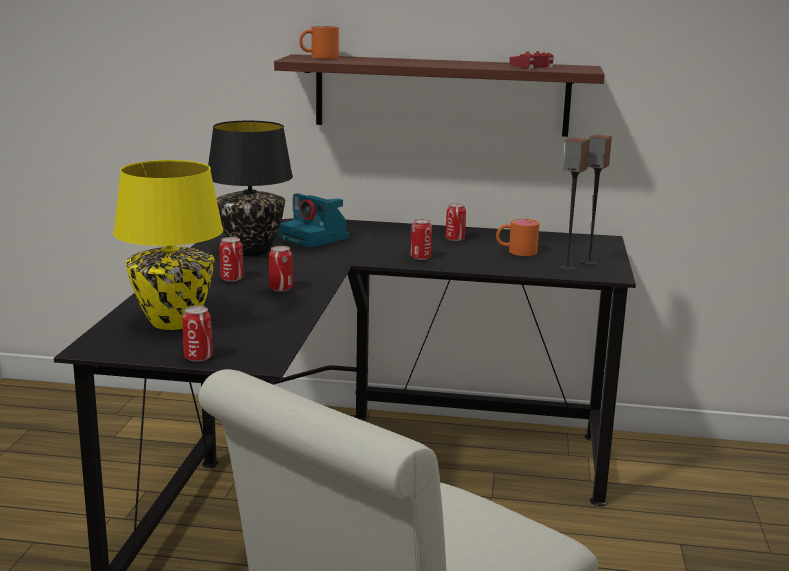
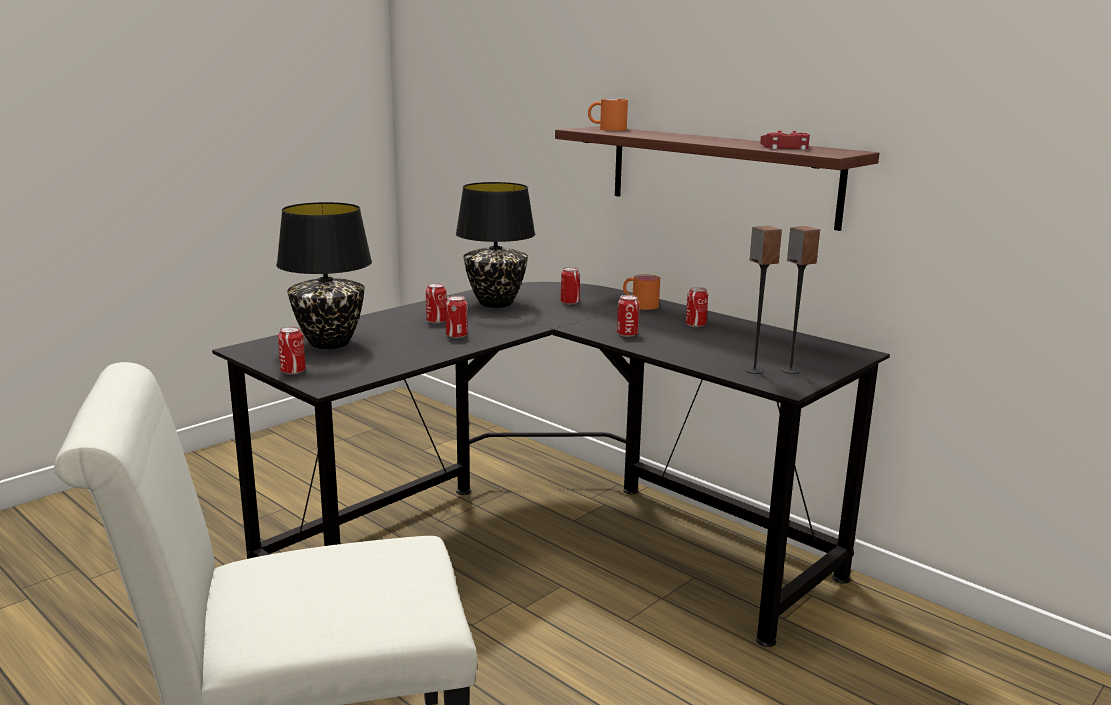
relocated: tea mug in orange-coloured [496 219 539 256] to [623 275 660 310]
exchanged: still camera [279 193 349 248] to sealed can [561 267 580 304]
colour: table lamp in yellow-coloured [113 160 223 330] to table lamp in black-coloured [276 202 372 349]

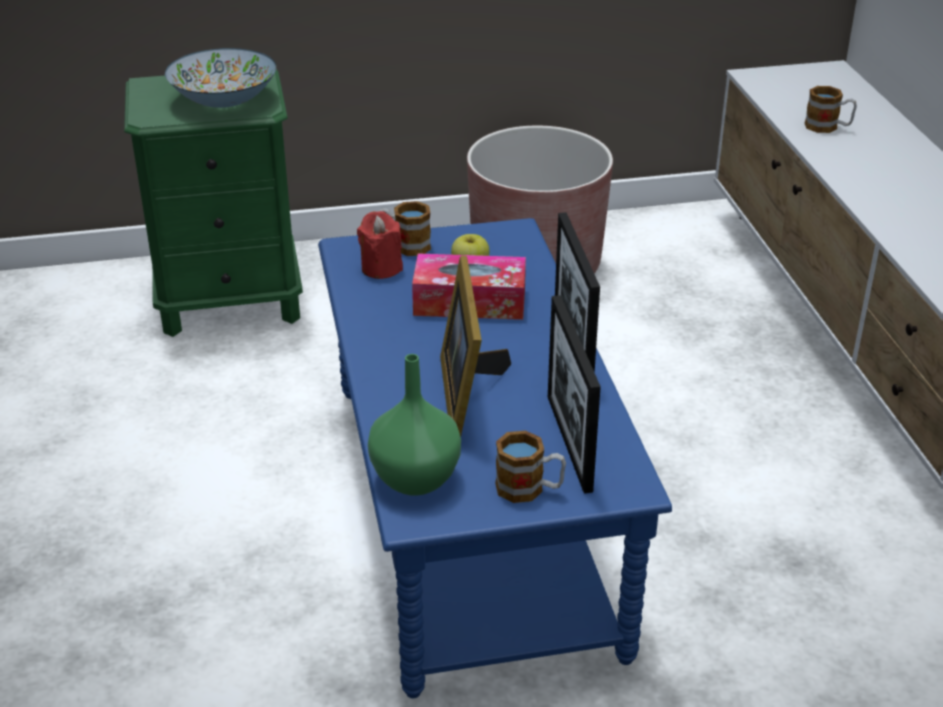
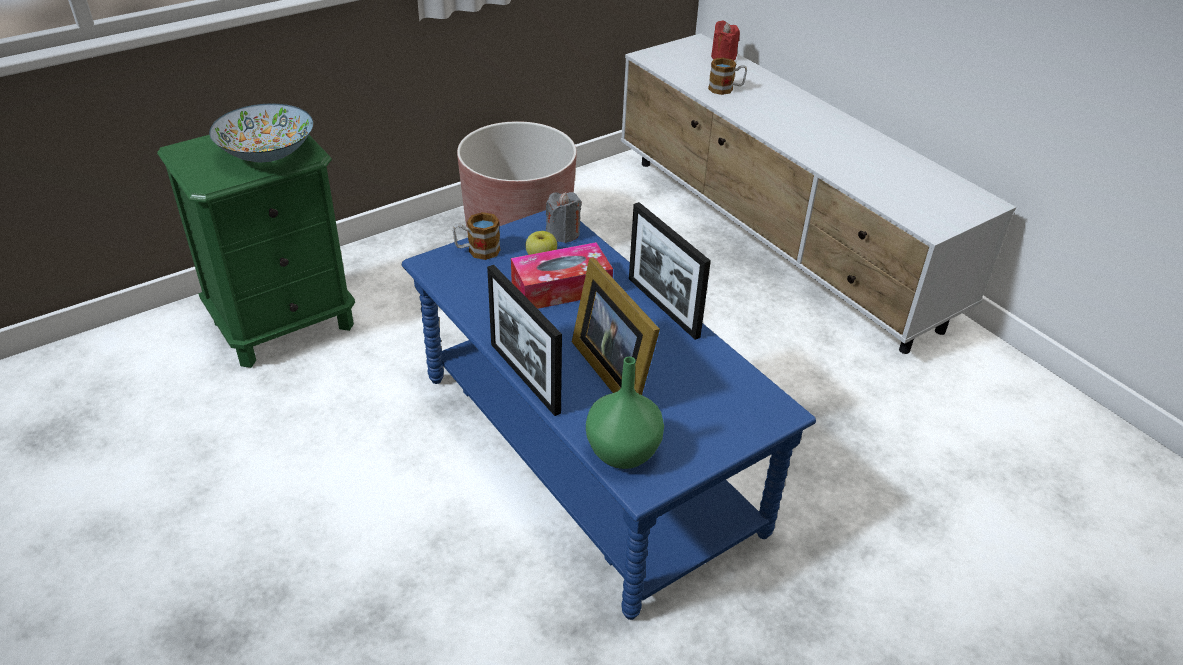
missing: tea mug [495 431 566 503]
appeared: candle in greyish [546 192 582 243]
relocated: candle in red-coloured [357 211 403 279] to [711 21 740 61]; photo frame [548 295 601 494] to [487 265 562 416]

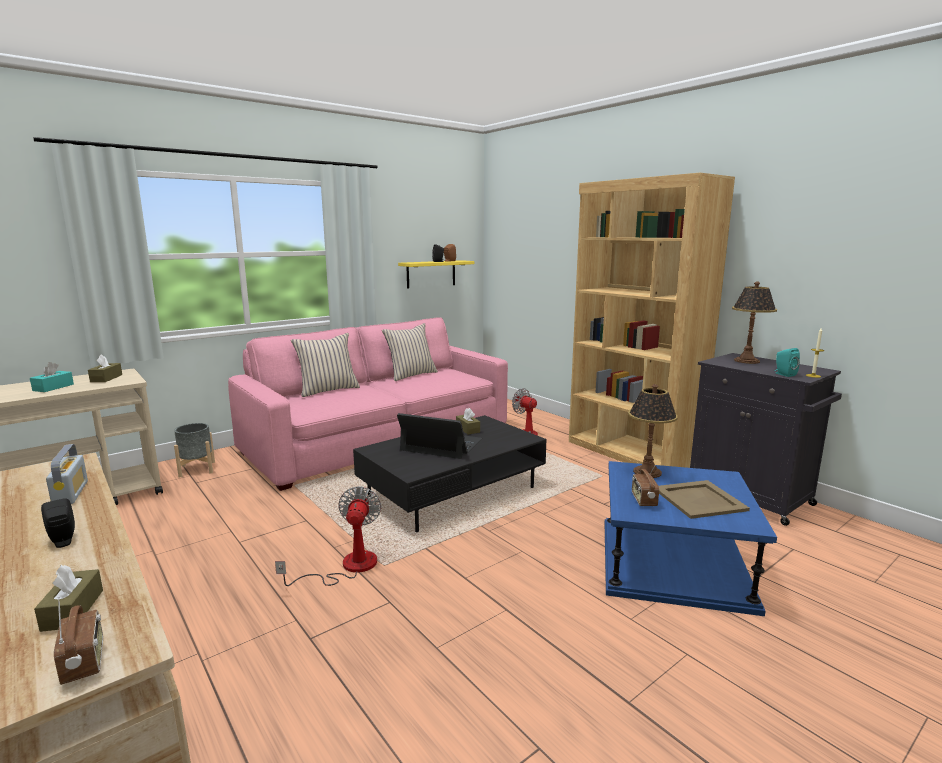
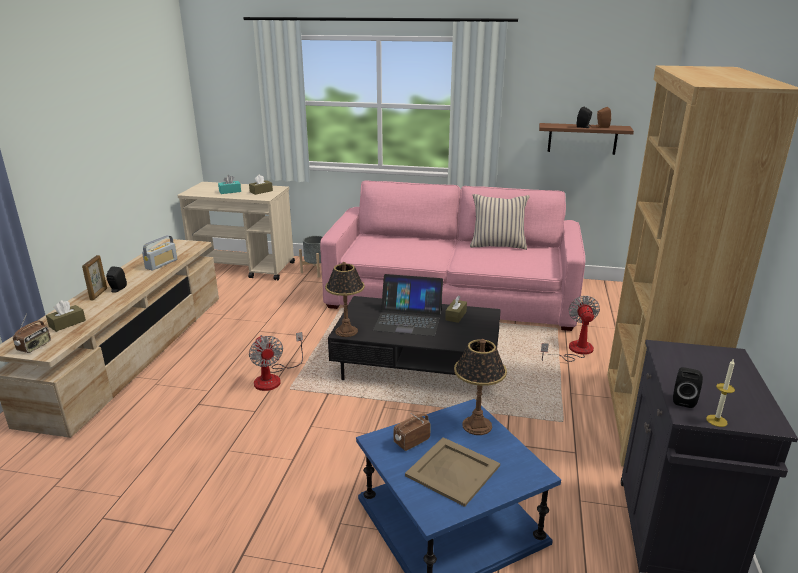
missing: pillow in sand-coloured [291 333 360 397]
appeared: photo frame [82 255 107 300]
relocated: table lamp [732 282 777 364] to [325 262 365 337]
colour: bracket shelf in yellow-coloured [398 260 474 289] to bracket shelf in brown [539 123 634 155]; audio speaker in blue-green [775 348 800 377] to audio speaker in black-coloured [673 367 703 408]
spun: portable computer [397 413 482 459] = [373 274 443 336] 120 degrees clockwise; fan [275 486 381 586] = [249 332 303 391] 105 degrees clockwise

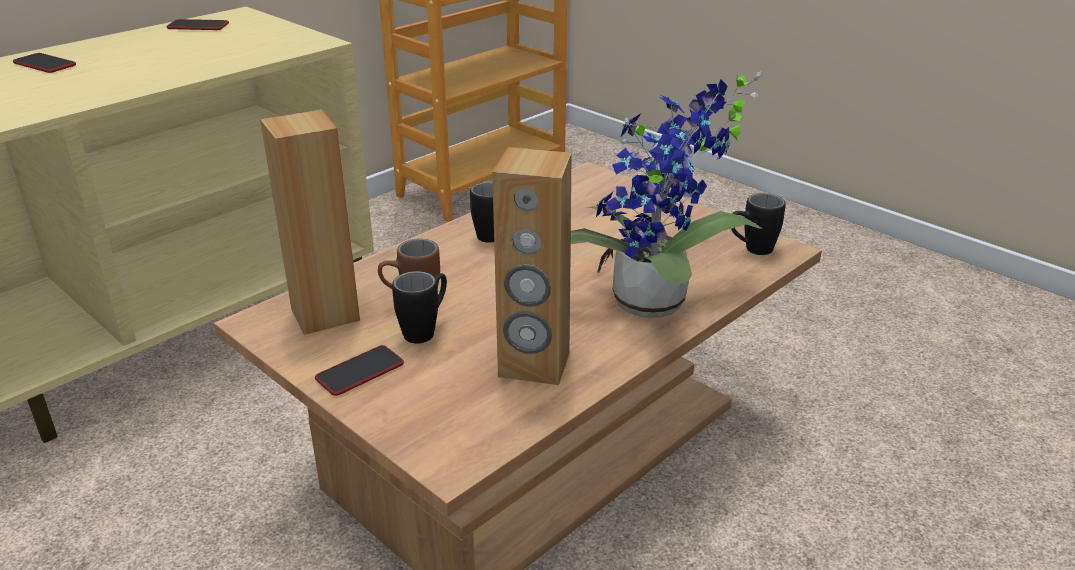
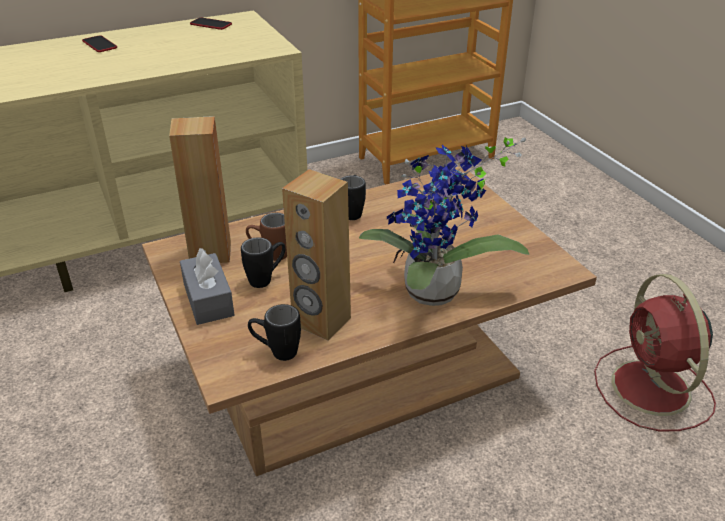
appeared: fan in red-coloured [594 274 716 432]
relocated: tea mug in black-coloured [731 193 786 255] to [248 304 301 361]
exchanged: phone [315 345 404 396] to tissue holder in greyish [180 248 234 325]

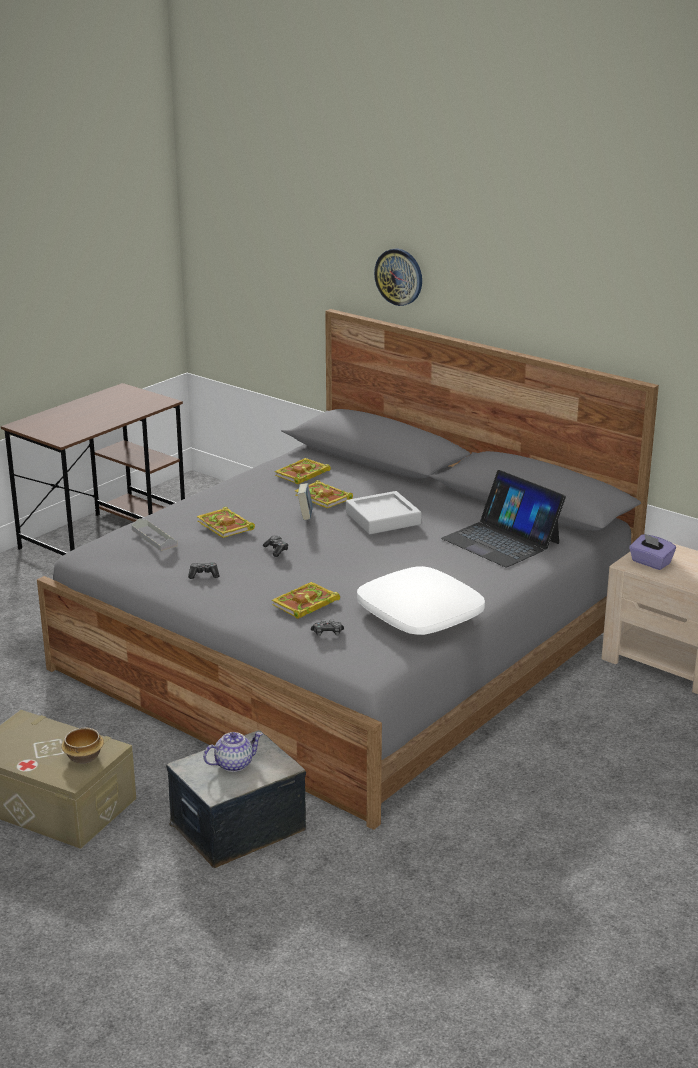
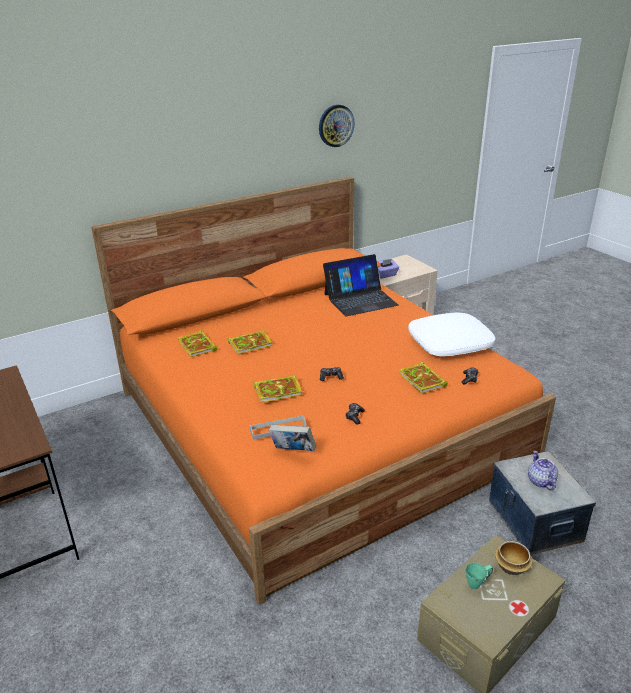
missing: carrying tray in greyish [346 491 421 534]
appeared: tea mug in green [466 563 493 589]
relocated: wall clock [374 248 422 306] to [319 105 355 147]; volume [298 483 313 520] to [269 425 316 451]
colour: bedroom bed in greyish [37 309 659 830] to bedroom bed in orange-coloured [91 177 556 605]

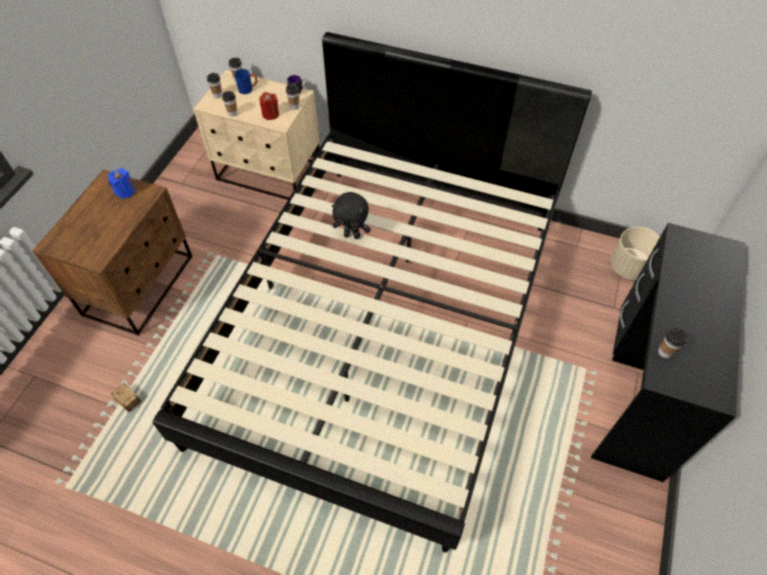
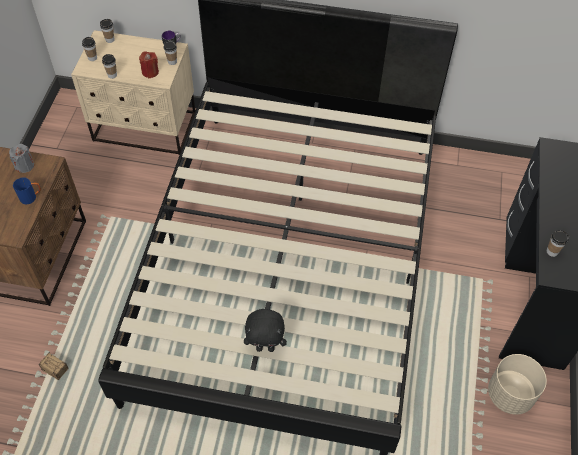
relocated: tea mug in blue [234 69 257 94] to [13 177 41 204]; cuddly toy in black-coloured [332 192 371 239] to [244 309 287 352]; flower pot in sand-coloured [611 227 660 280] to [488 354 547 415]
colour: candle in blue [108 168 135 198] to candle in greyish [9 144 34 173]

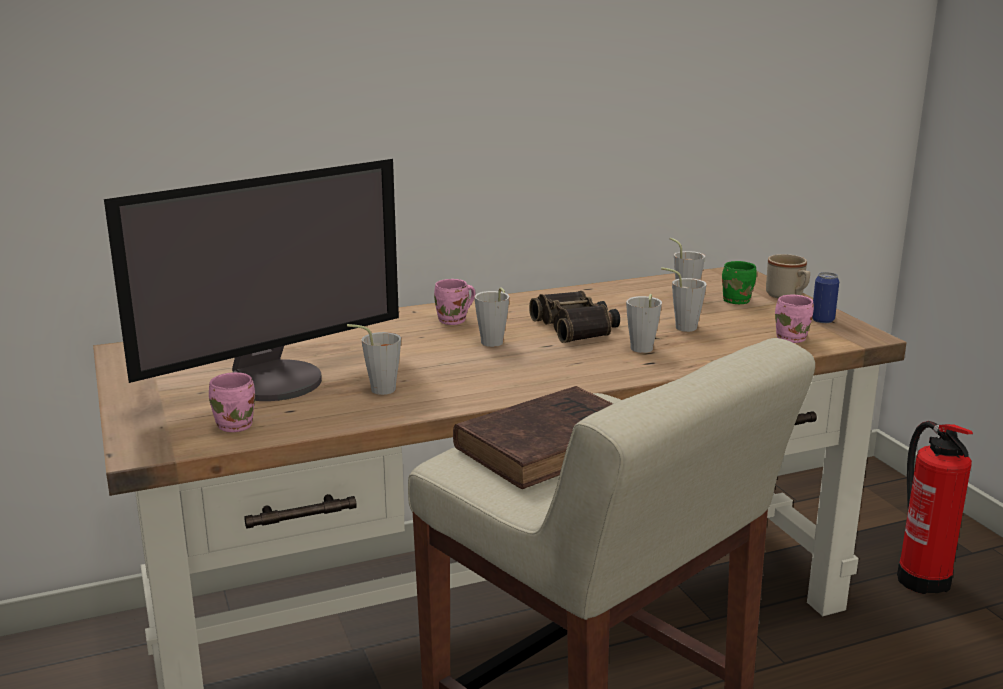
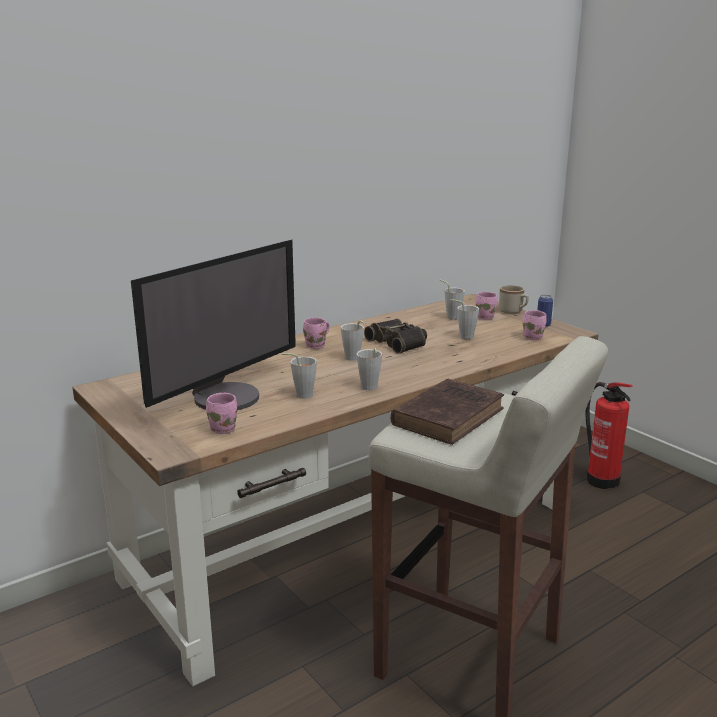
relocated: drinking cup in greyish [626 294 662 353] to [356 348 382 390]
colour: tea mug in green [722 261 757 304] to tea mug in pink-coloured [476 292 497 319]

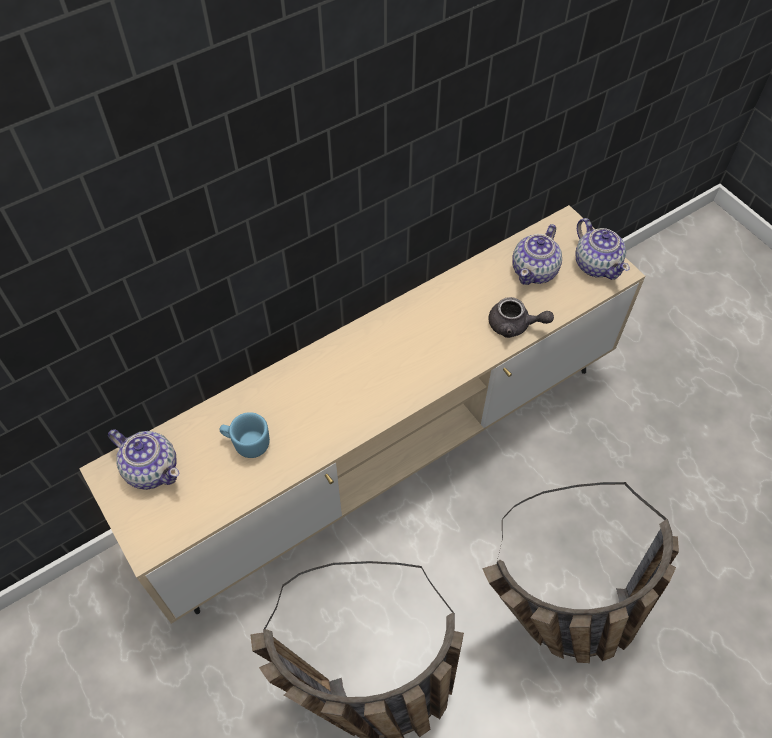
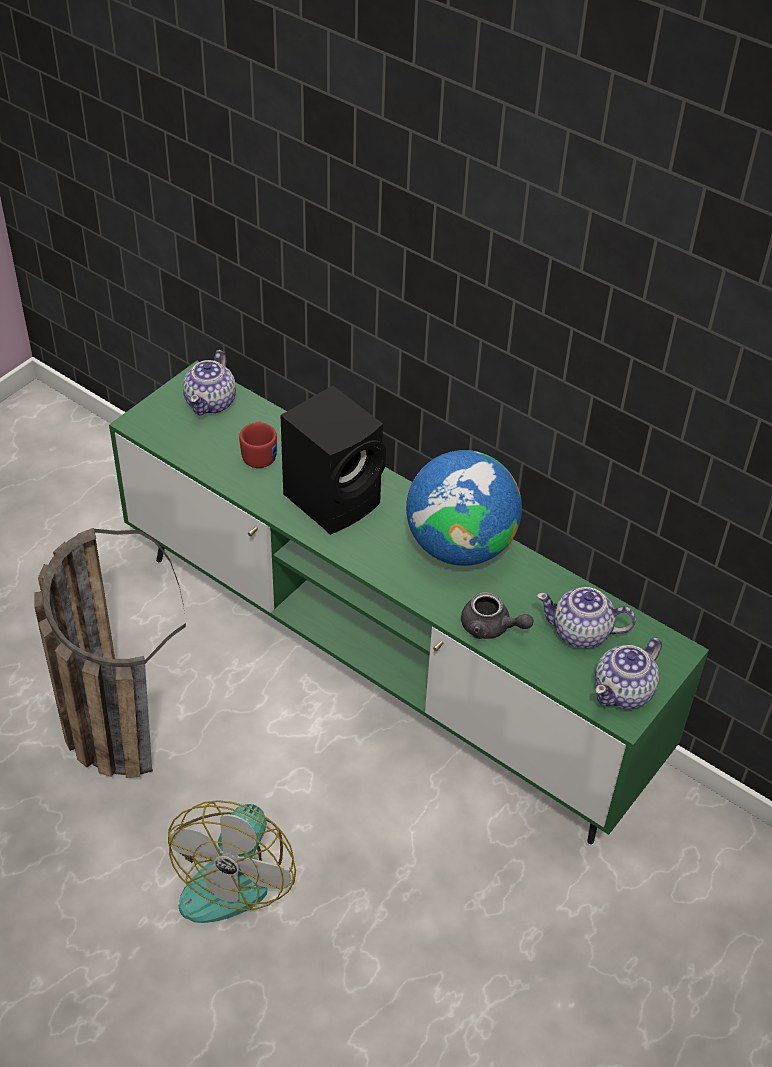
appeared: audio speaker in black-coloured [280 386 386 535]; globe [406 450 522 566]
exchanged: storage basket [482 482 679 663] to fan [168 800 296 923]
colour: tv stand in sand-coloured [79 205 645 624] to tv stand in green [109 361 709 844]; tea mug in blue [220 412 270 458] to tea mug in red-coloured [239 422 277 468]
spun: teapot in greyish [489 297 554 338] = [461 592 533 639] 60 degrees counterclockwise

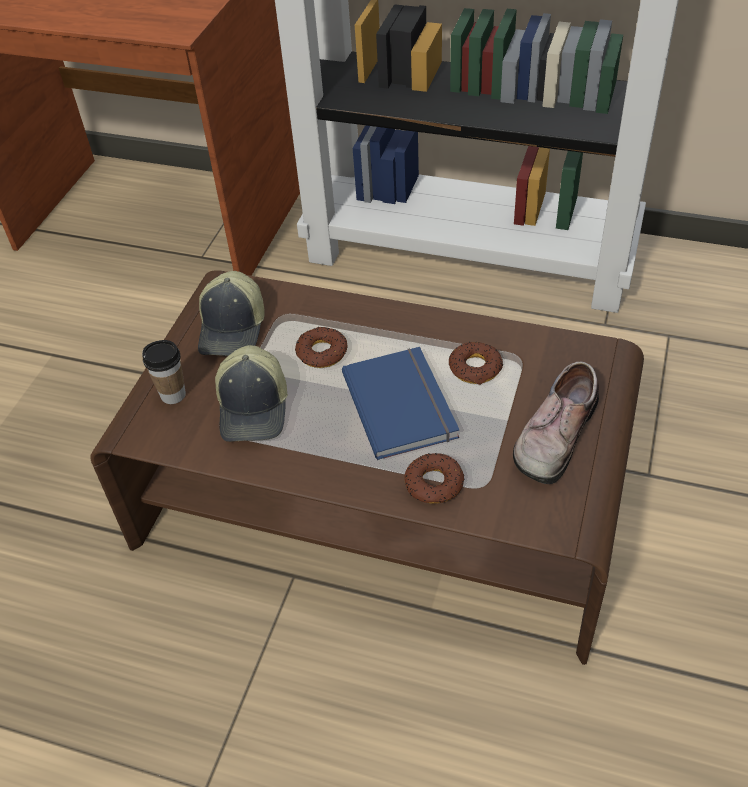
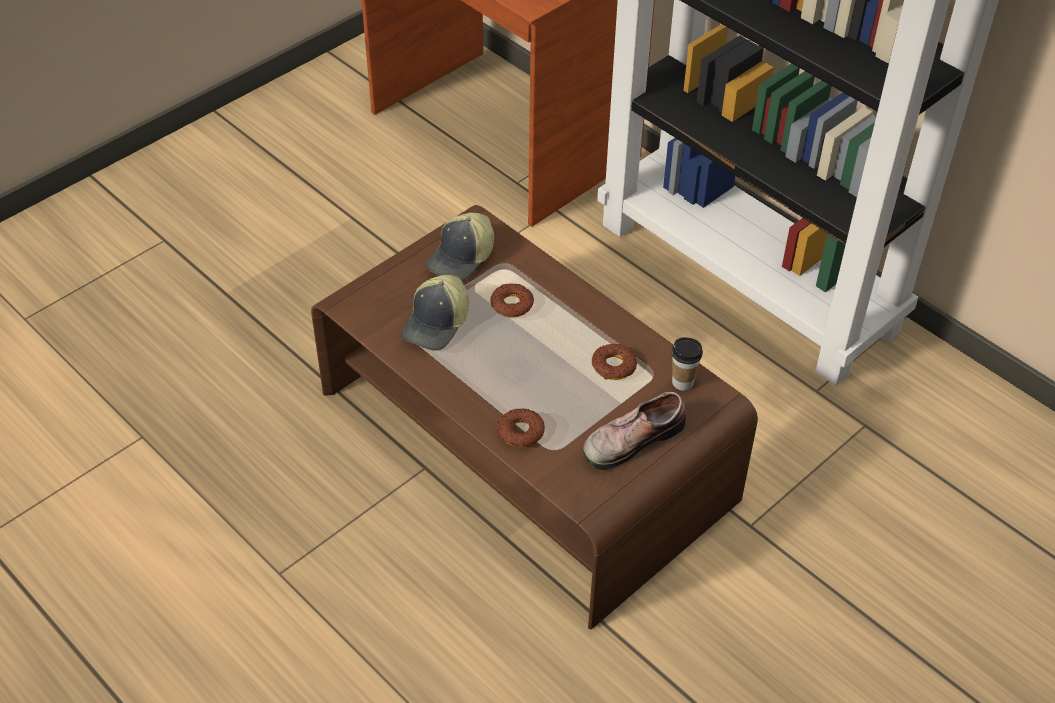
missing: volume in blue [342 347 460 460]
relocated: drinking cup [142 340 186 404] to [672 337 703 391]

